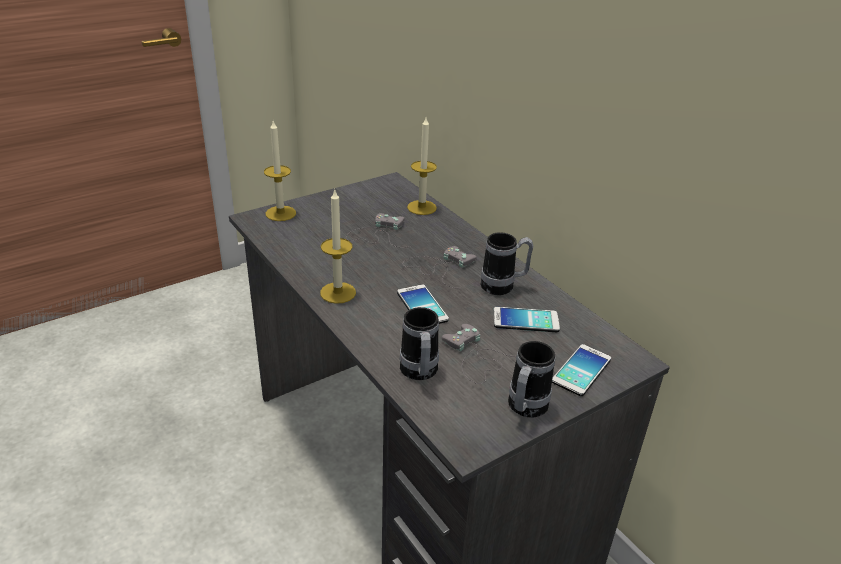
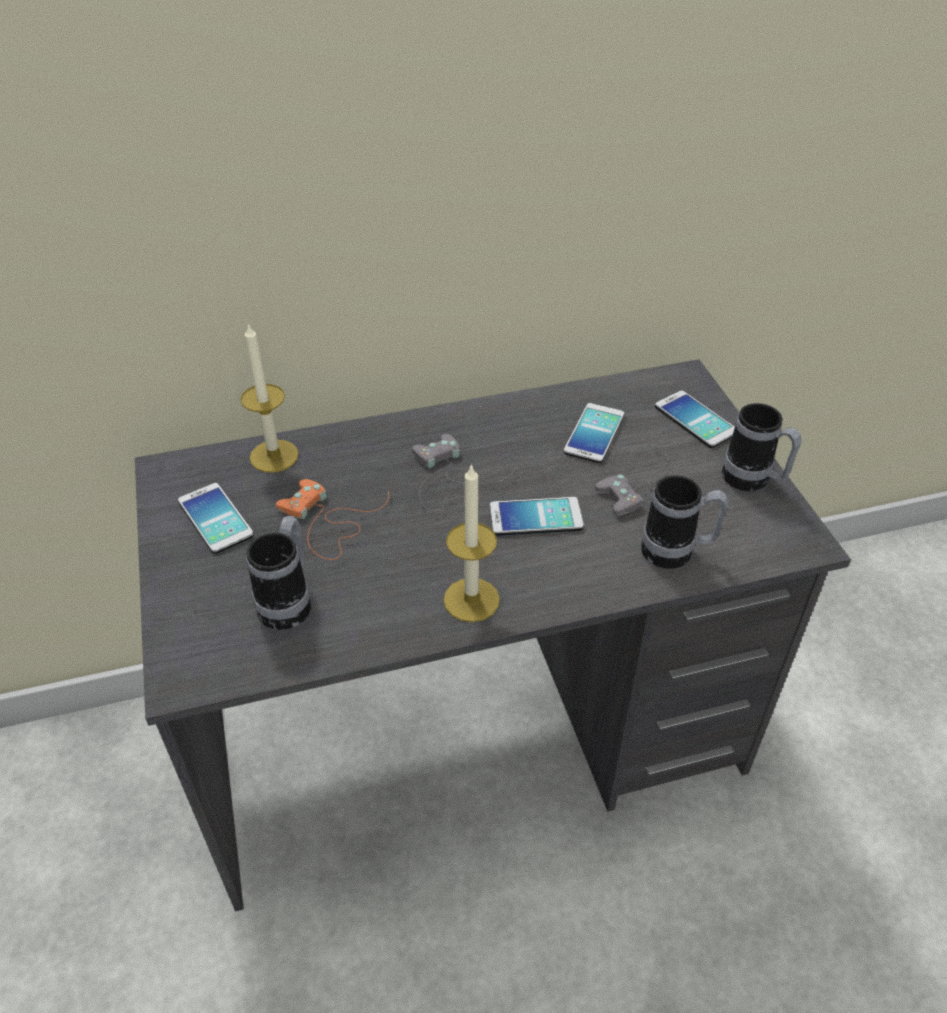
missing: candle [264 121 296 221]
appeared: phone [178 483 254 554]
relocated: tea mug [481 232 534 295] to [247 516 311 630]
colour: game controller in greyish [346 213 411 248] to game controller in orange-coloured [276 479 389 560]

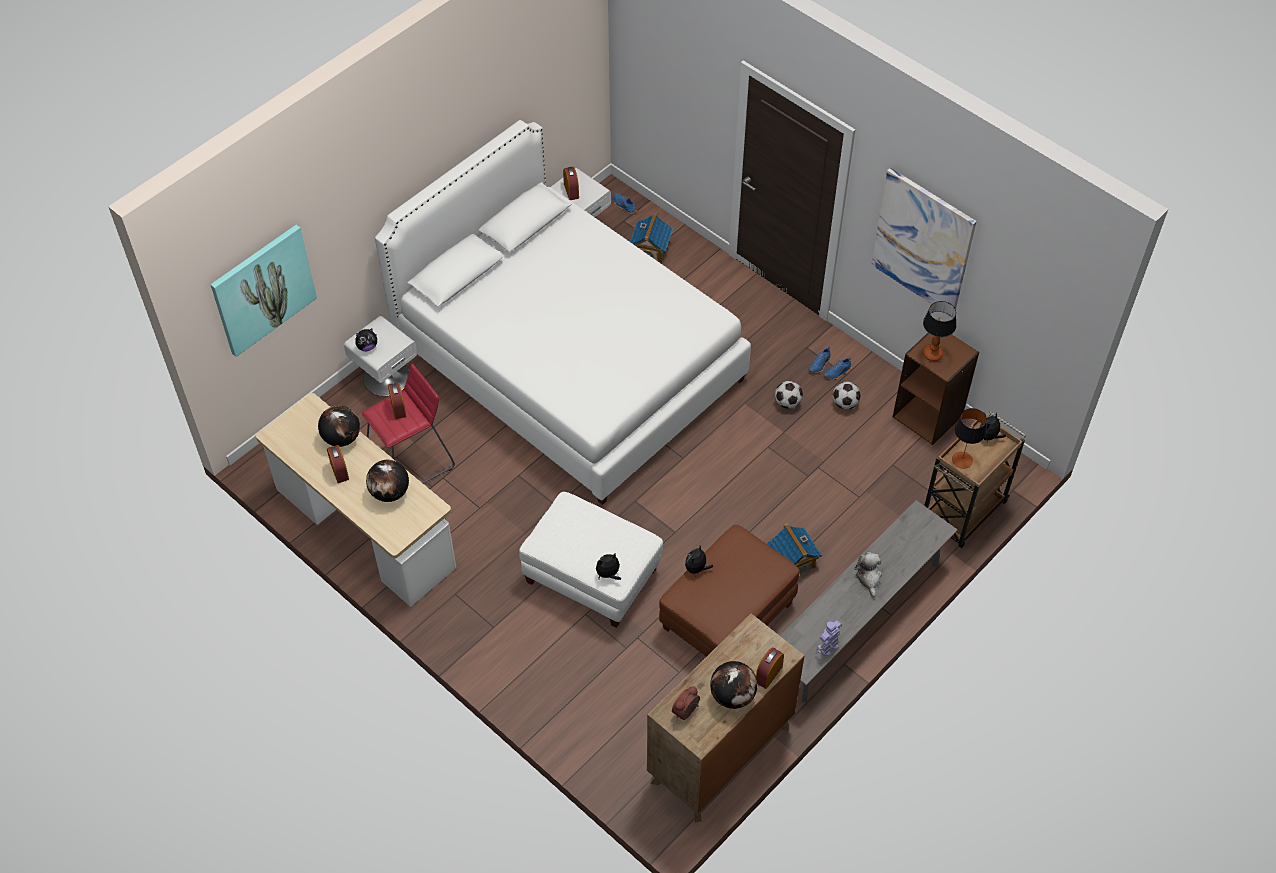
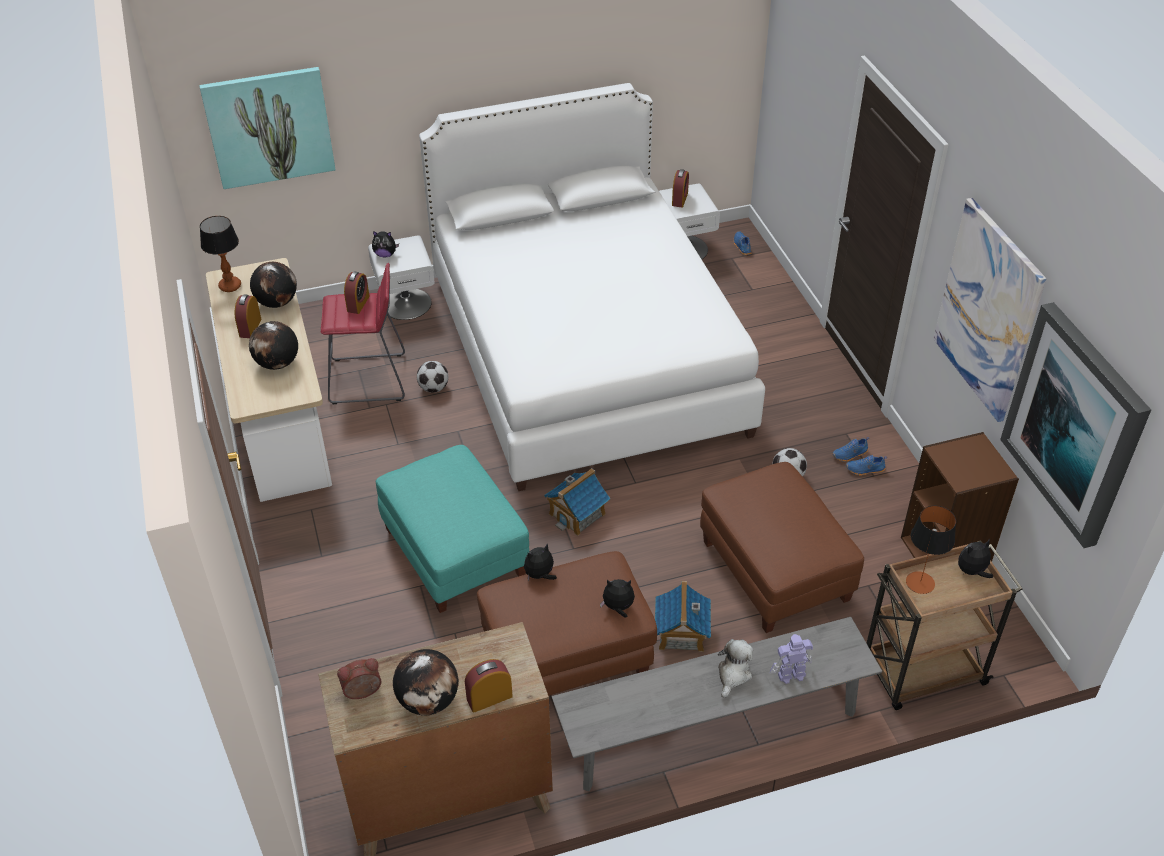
appeared: wall picture [1000 302 1151 548]; ottoman in brown [700 462 864 633]
relocated: toy house [630 212 673 263] to [544 468 611 536]; table lamp [923 301 956 361] to [200 216 241 292]; football [833 382 861 409] to [417 361 449 392]; cuddly toy [596 553 621 580] to [600 579 635 618]; robot figure [815 620 842 656] to [770 634 813 684]
colour: ottoman in whitish [519 492 663 628] to ottoman in blue-green [376 445 529 613]

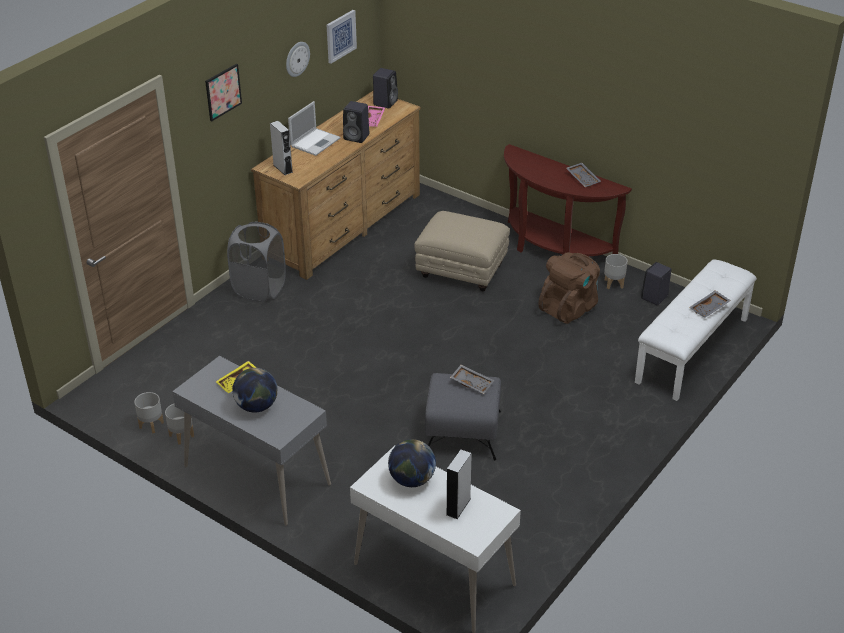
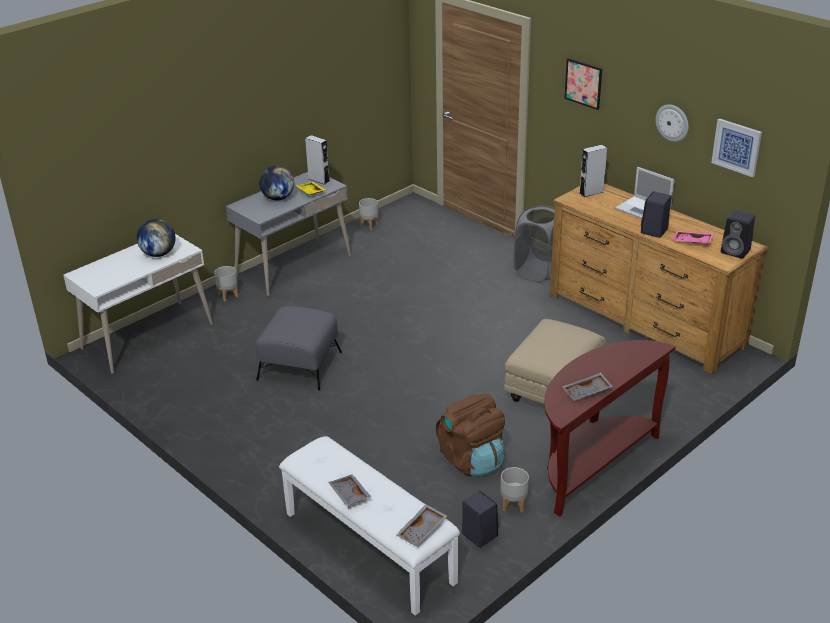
relocated: carrying tray in greyish [450 365 495 394] to [396 504 447 547]; flower pot in greyish [165 404 194 445] to [214 266 238 301]; audio speaker in greyish [446 449 472 519] to [305 135 330 185]

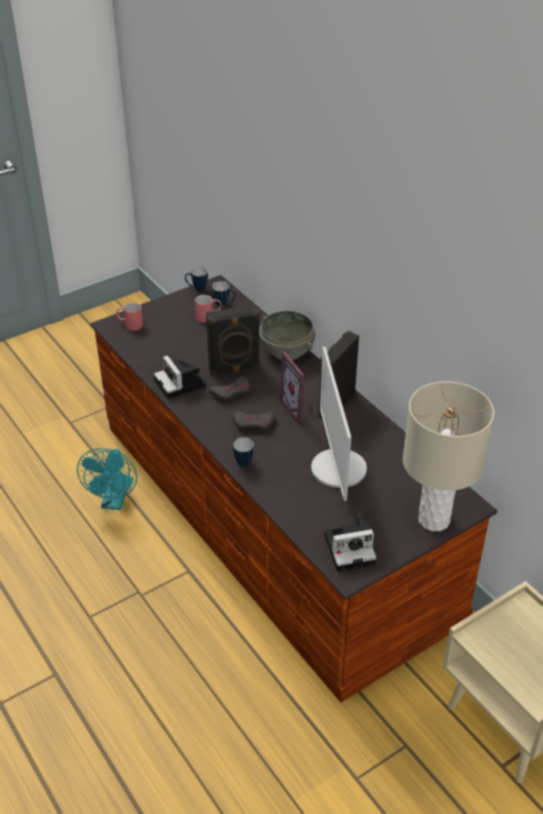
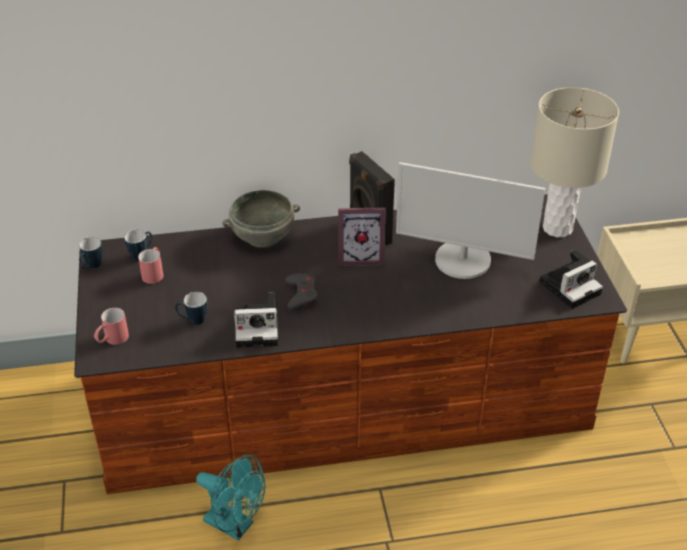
missing: audio speaker in black-coloured [206 304 260 376]; game controller in greyish [232 411 275 432]
relocated: tea mug [233 437 254 467] to [175 292 207 325]
spun: still camera [324 513 377 572] = [539 249 603 309] 45 degrees clockwise

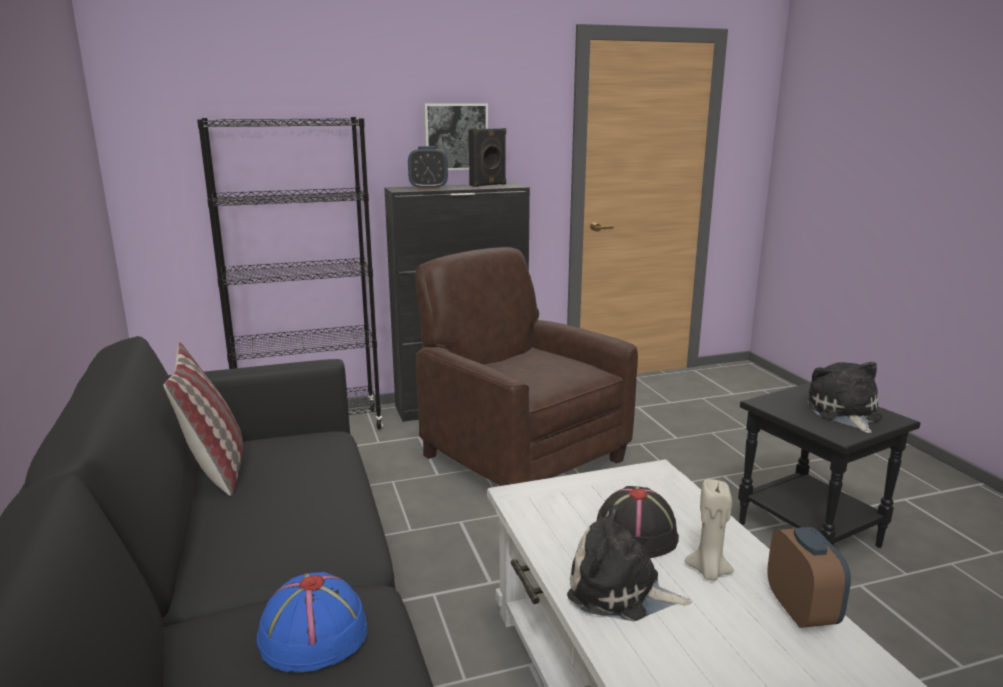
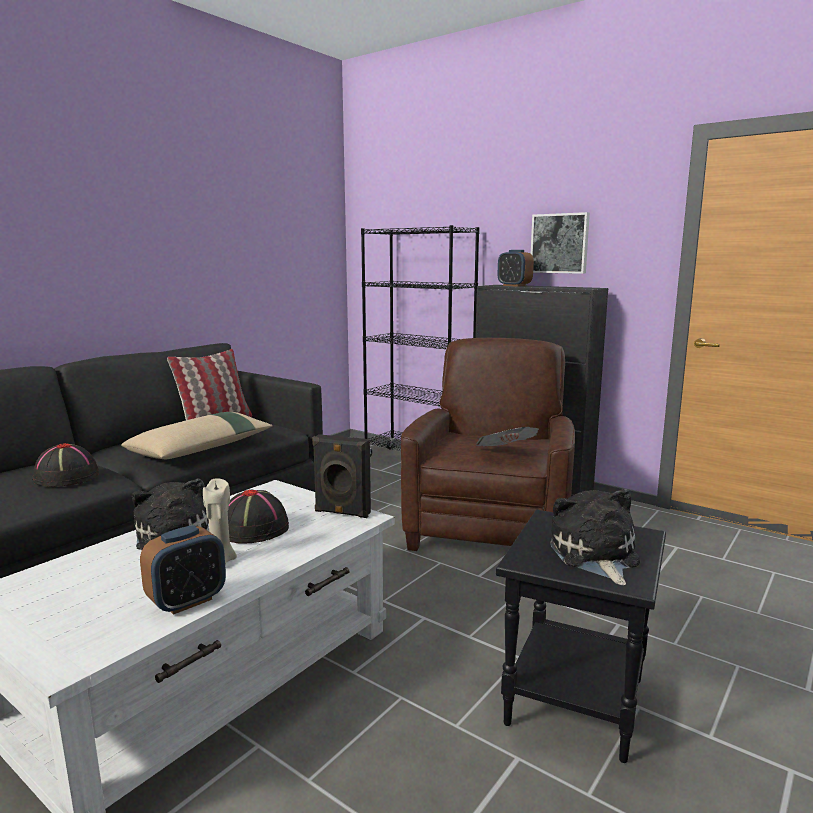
appeared: pillow in sand-coloured [121 412 273 459]; printed paper [476 427 539 446]
relocated: audio speaker in black-coloured [469 128 506 187] to [312 434 371 518]
colour: clothing hat in blue [256 572 367 672] to clothing hat in black-coloured [33 443 99 487]
spun: cuddly toy [807 362 882 433] = [550 489 640 585] 60 degrees counterclockwise

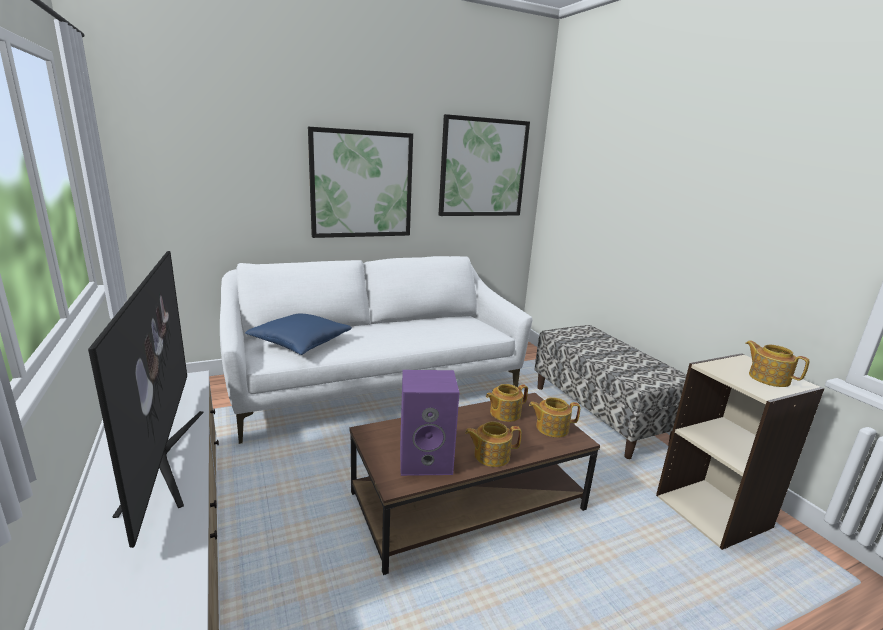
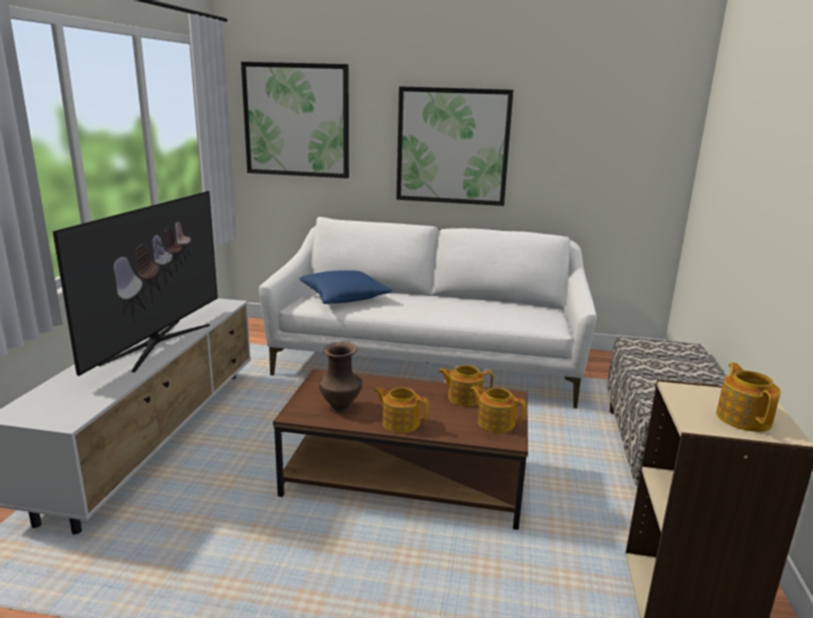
relocated: wall picture [439 114 530 216] to [241 62 349 178]
exchanged: audio speaker in purplish [400 370 460 476] to vase in brown [319 342 362 413]

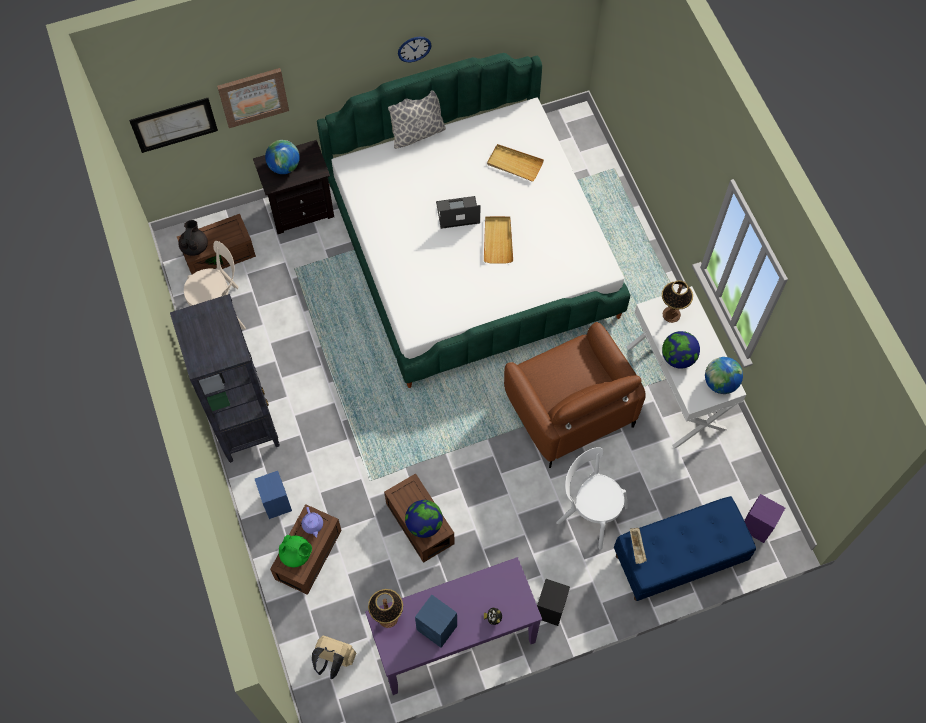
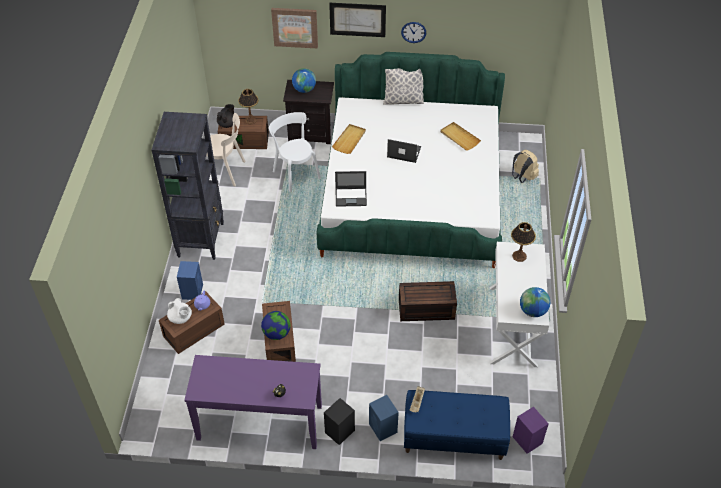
missing: globe [662 331 700 369]
appeared: portable computer [335 171 367 207]
relocated: wall picture [129 98 218 153] to [329 3 386 37]; carrying tray in sand-coloured [484 216 513 264] to [332 124 366 154]; chair in whitish [556 447 628 550] to [269 112 321 192]; table lamp [368 589 403 628] to [238 89 259 124]; audio speaker in blue [415 595 457 648] to [369 395 399 441]; rucksack in sand-coloured [312 635 356 679] to [512 150 539 183]
exchanged: easy chair in brown [504 322 646 468] to storage bin in brown [399 281 457 321]
colour: teapot in green [279 535 312 567] to teapot in whitish [167 298 192 324]

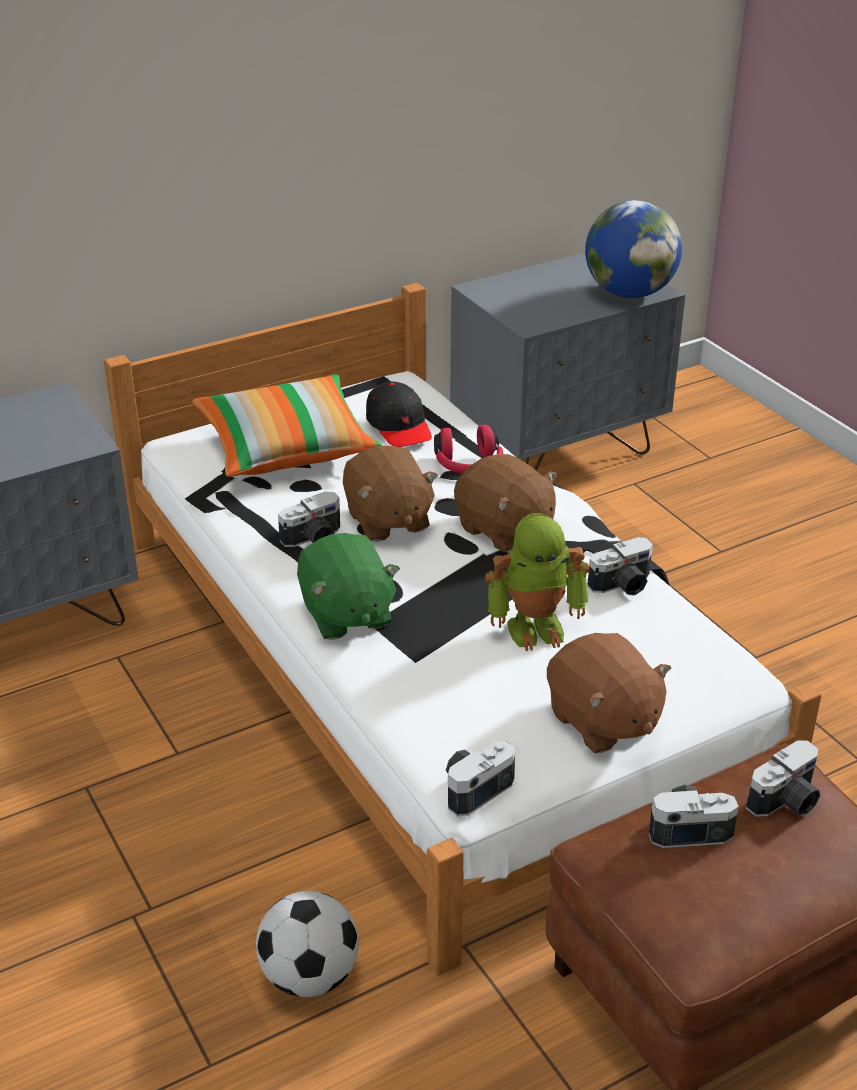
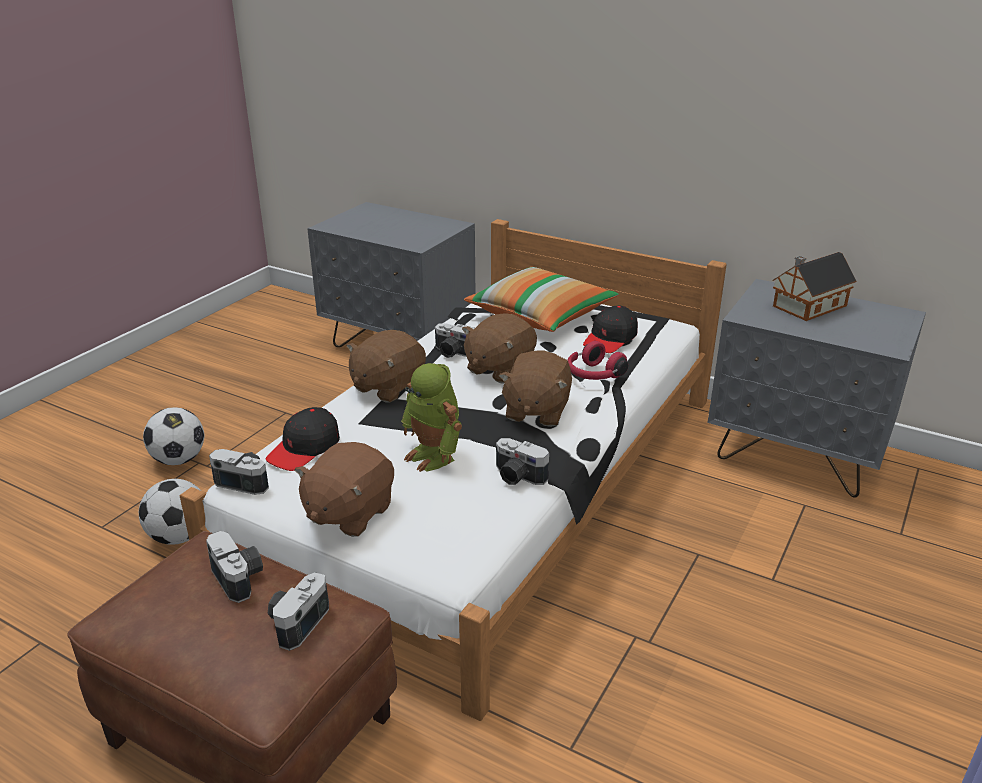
missing: globe [585 200 682 298]
appeared: toy house [773 252 857 321]; football [143 407 205 465]; peaked cap in black-coloured [266 407 340 471]
colour: cuddly toy in green [297 533 400 640] to cuddly toy in brown [346 330 426 403]
spun: still camera [746 740 820 817] = [268 572 329 651] 90 degrees clockwise

